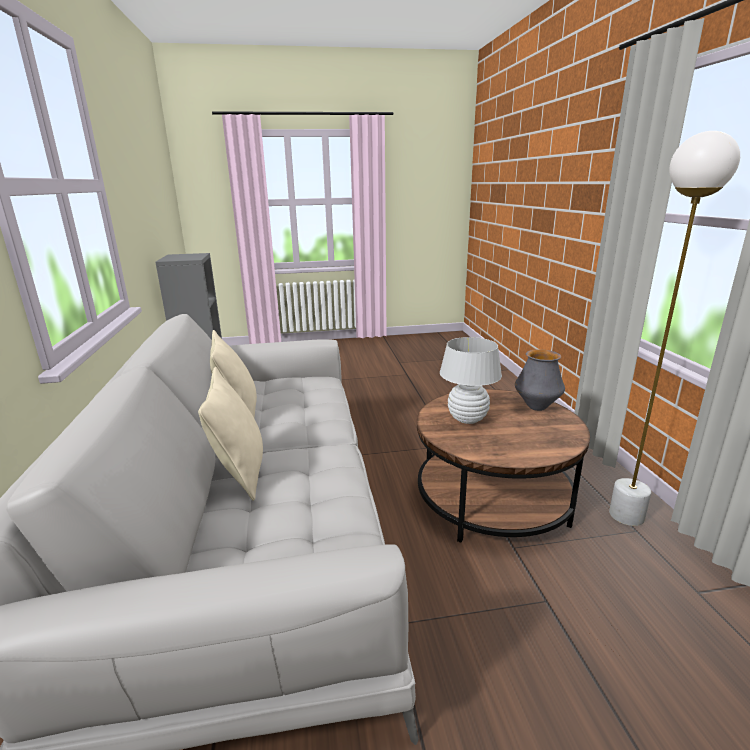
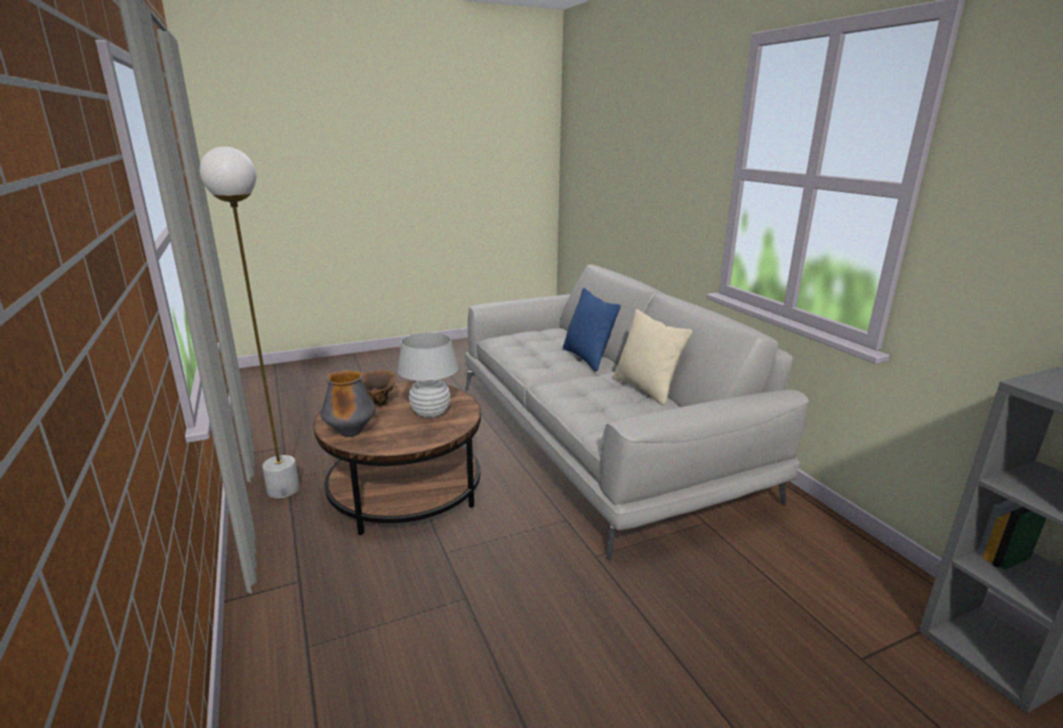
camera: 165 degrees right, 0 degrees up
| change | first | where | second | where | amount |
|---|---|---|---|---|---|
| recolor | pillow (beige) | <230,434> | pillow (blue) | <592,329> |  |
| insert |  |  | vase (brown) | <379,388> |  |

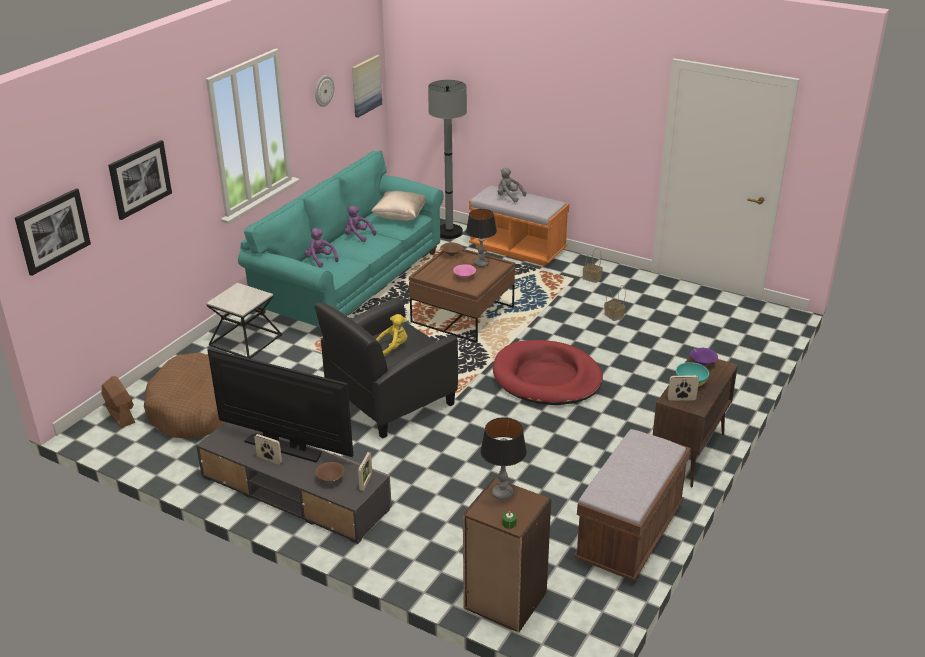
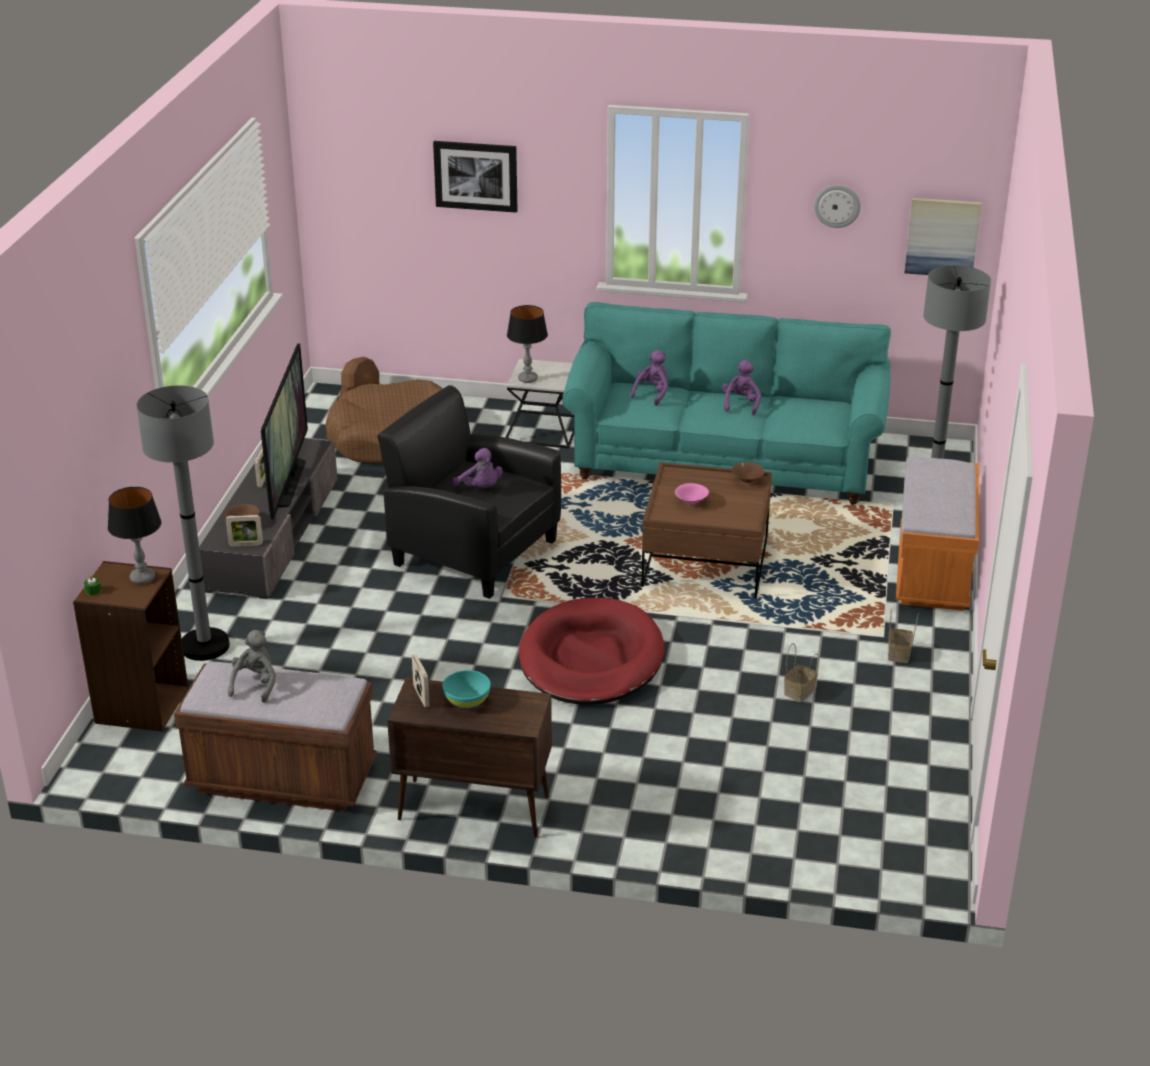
camera: 70 degrees right, 0 degrees up
| change | first | where | second | where | amount |
|---|---|---|---|---|---|
| delete | picture | <53,232> |  |  |  |
| delete | pillow (beige) | <398,206> |  |  |  |
| recolor | plush toy (yellow) | <391,335> | plush toy (purple) | <478,468> |  |
| move | table lamp | <481,238> |  | <527,344> |  |
| move | plush toy (grey) | <512,185> |  | <252,666> |  |
| delete | bowl (purple) | <704,356> |  |  |  |
| insert |  |  | floor lamp (grey) | <183,523> |  |

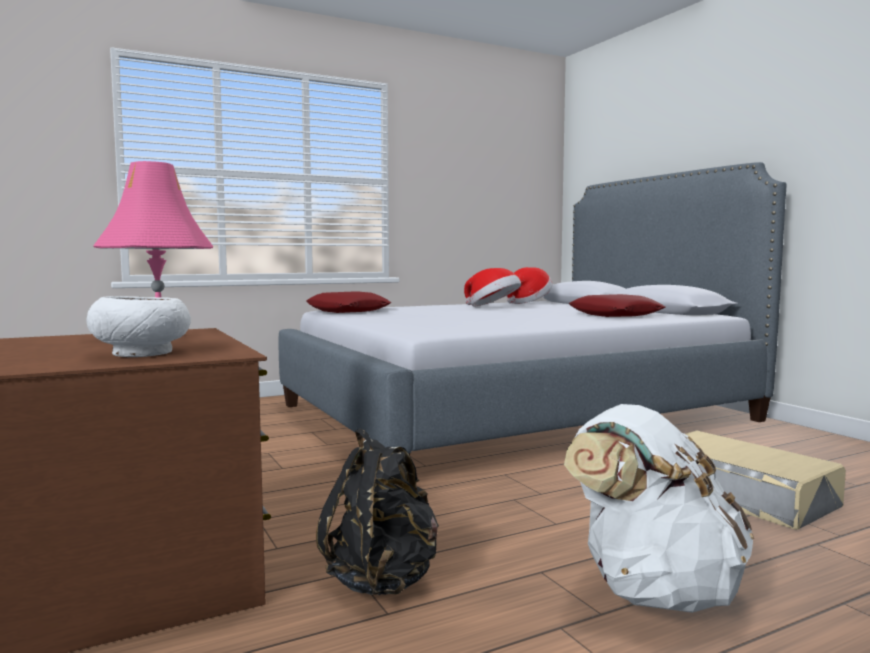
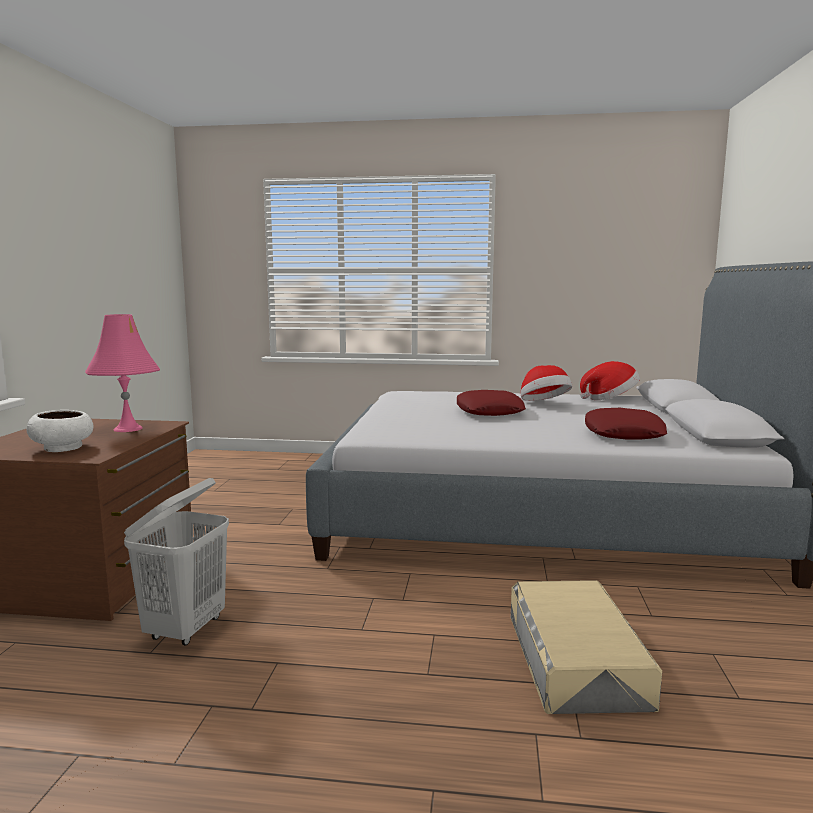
camera: 35 degrees right, 5 degrees up
| change | first | where | second | where | amount |
|---|---|---|---|---|---|
| move | pillow (red) | <348,302> |  | <491,403> |  |
| replace | backpack (black) | <377,511> | laundry basket (white) | <176,562> |  |
| delete | backpack (white) | <659,508> |  |  |  |

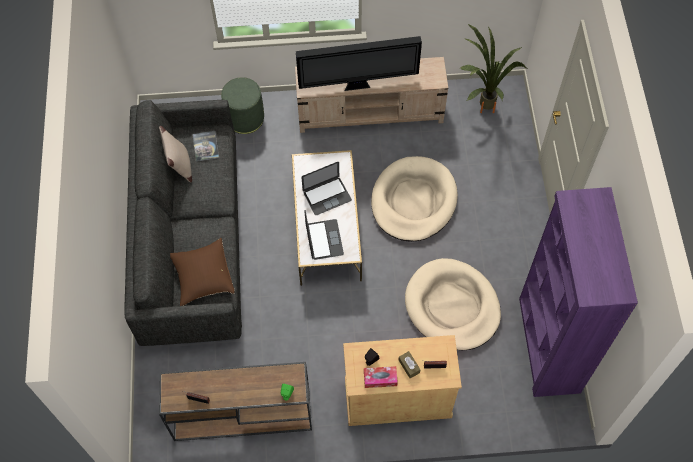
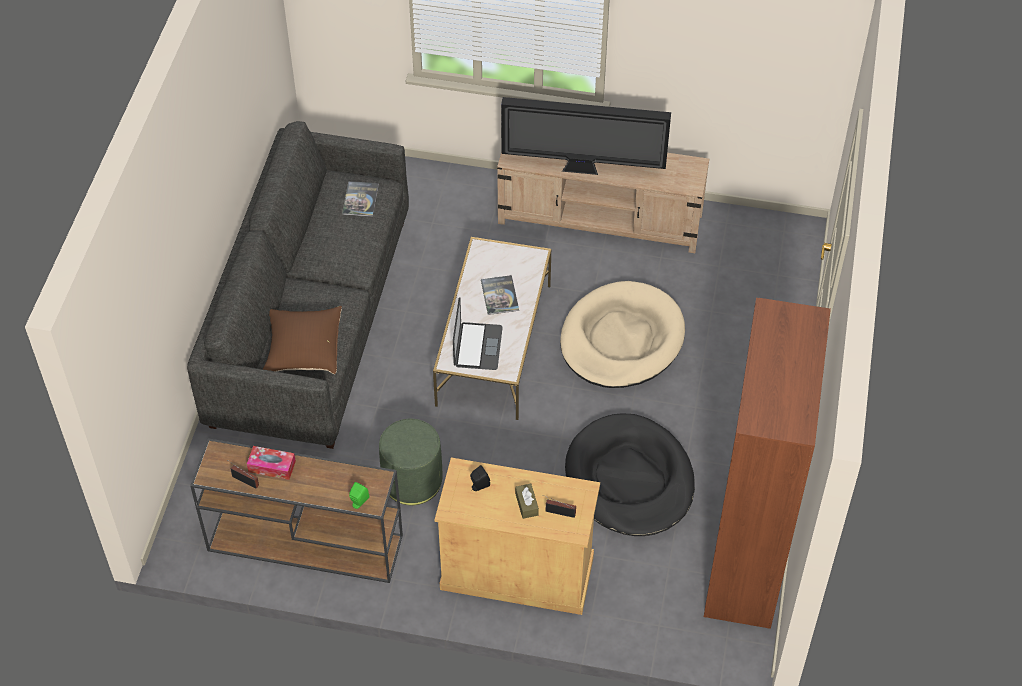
camera: 15 degrees right, 10 degrees down
| change | first | where | second | where | amount |
|---|---|---|---|---|---|
| delete | pillow (beige) | <175,154> |  |  |  |
| move | ottoman (green) | <242,105> |  | <410,462> |  |
| replace | laptop | <326,188> | book | <500,295> |  |
| move | tissue box | <381,377> |  | <271,463> |  |
| recolor | dog bed (beige) | <453,304> | dog bed (black) | <630,474> |  |
| delete | potted plant | <493,69> |  |  |  |
| recolor | bookcase (purple) | <578,292> | bookcase (brown) | <767,463> |  |

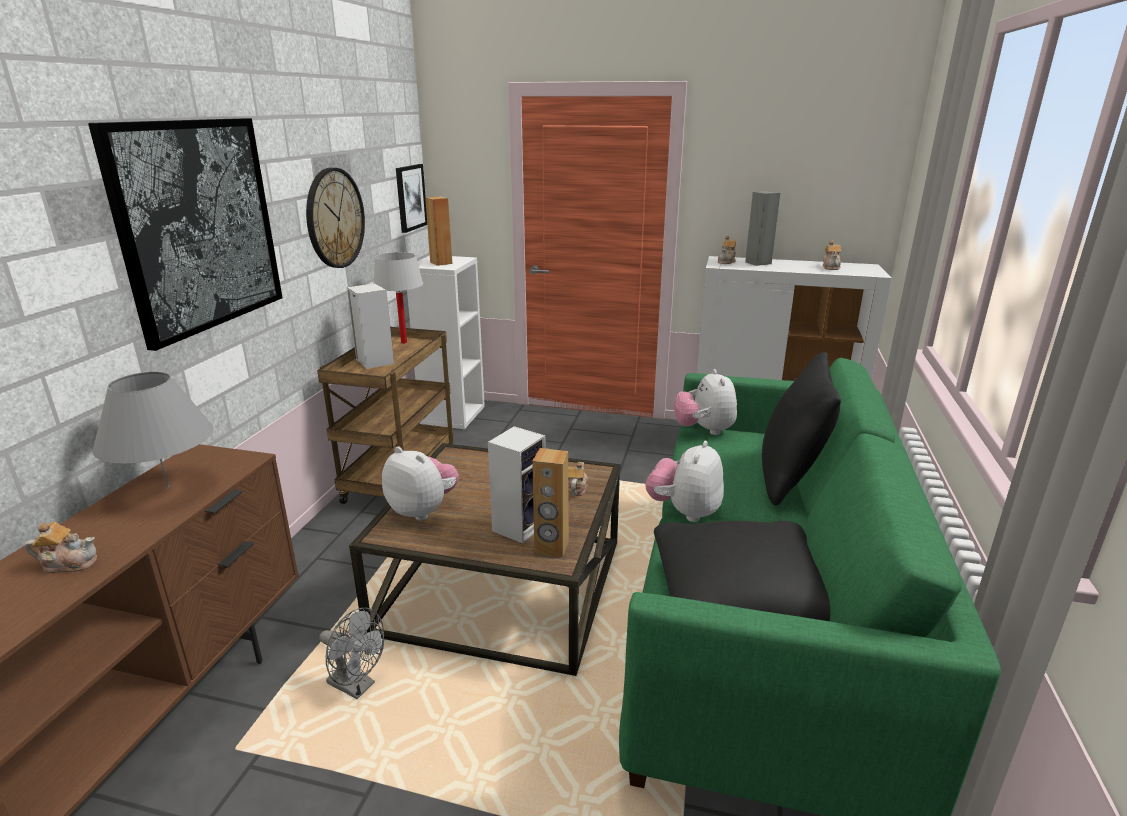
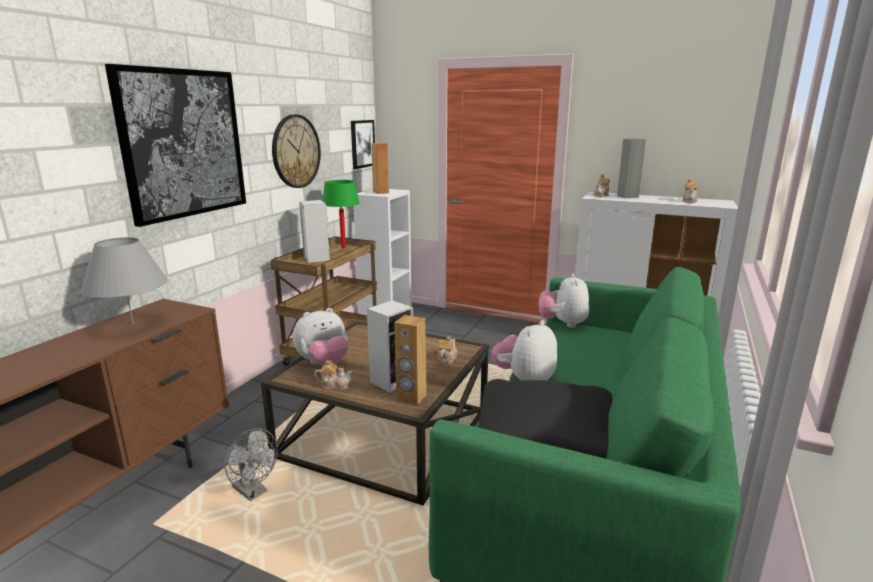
camera: 10 degrees right, 5 degrees down
| change | first | where | second | where | amount |
|---|---|---|---|---|---|
| move | teapot | <61,547> |  | <333,375> |  |
| recolor | table lamp (white) | <398,298> | table lamp (green) | <341,214> |  |
| rotate | plush toy | <420,483> |  | <320,337> | 105 degrees clockwise |
| delete | pillow (black) | <801,429> |  |  |  |

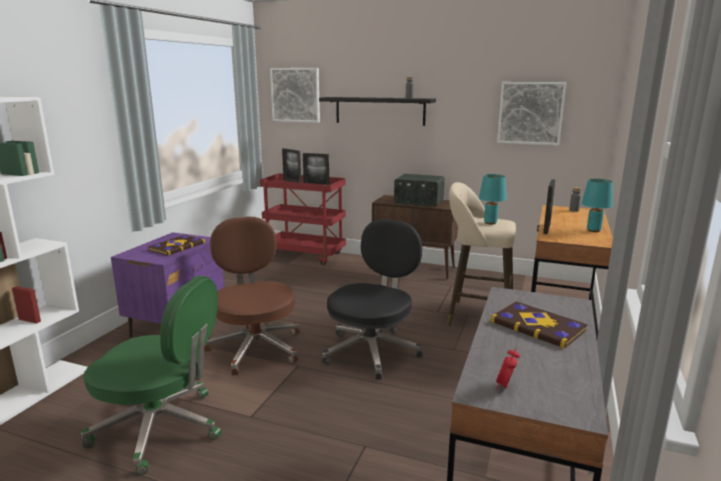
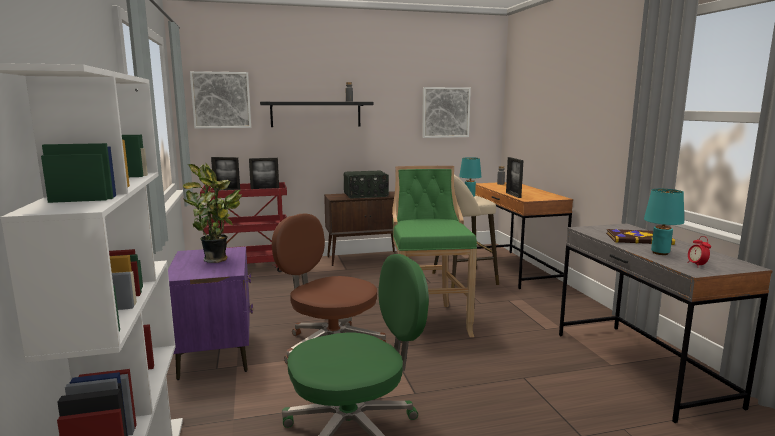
camera: 35 degrees left, 5 degrees down
| change | first | where | second | where | amount |
|---|---|---|---|---|---|
| replace | book | <176,245> | potted plant | <212,212> |  |
| replace | office chair (black) | <372,299> | stool (green) | <434,251> |  |
| move | table lamp (turquoise) | <597,205> |  | <664,222> |  |

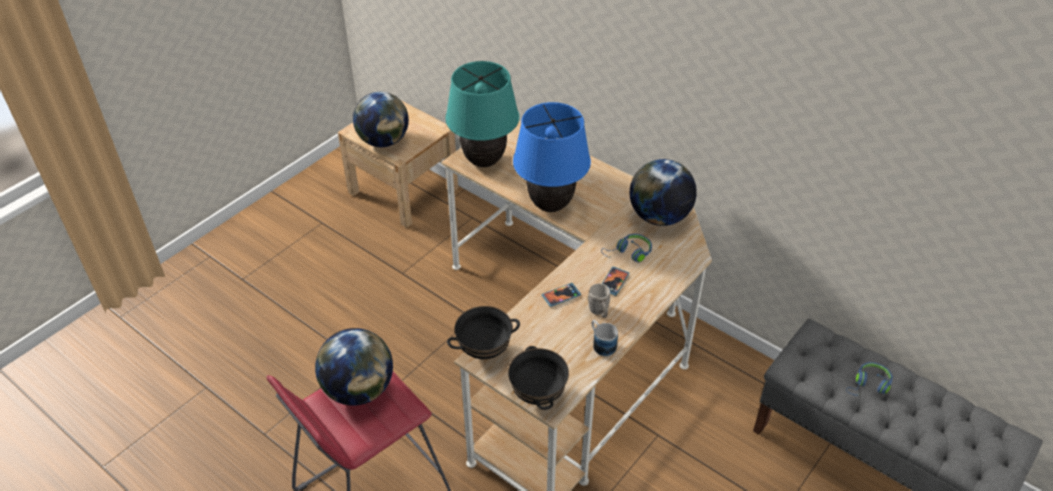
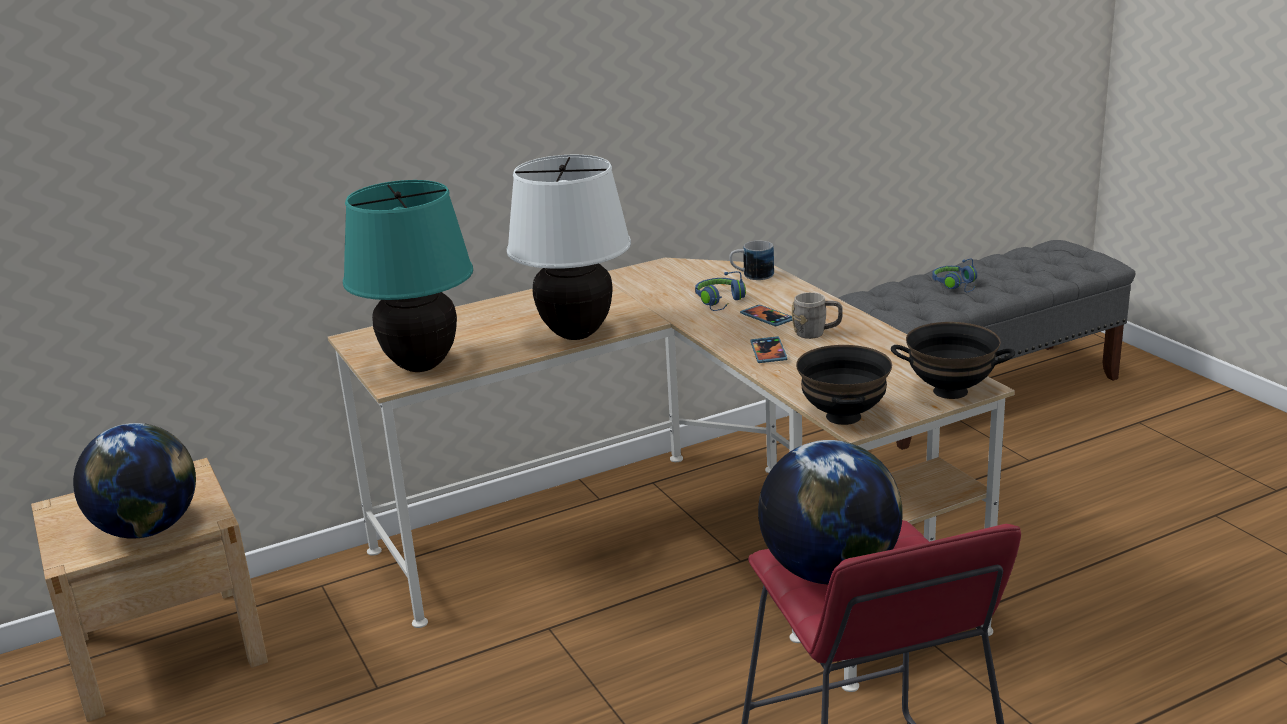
camera: 65 degrees left, 20 degrees down
| change | first | where | second | where | amount |
|---|---|---|---|---|---|
| recolor | table lamp (blue) | <552,157> | table lamp (white) | <569,247> |  |
| move | mug | <605,338> |  | <751,260> |  |
| delete | globe | <663,192> |  |  |  |

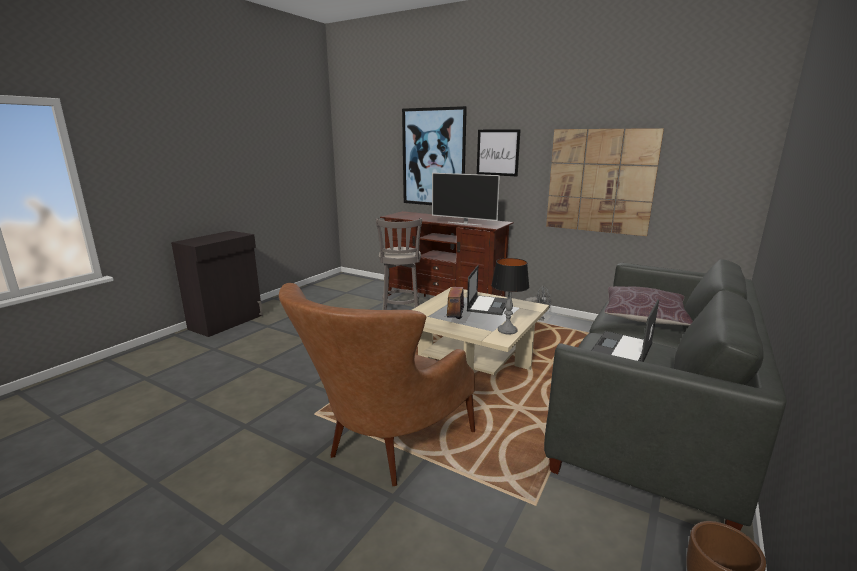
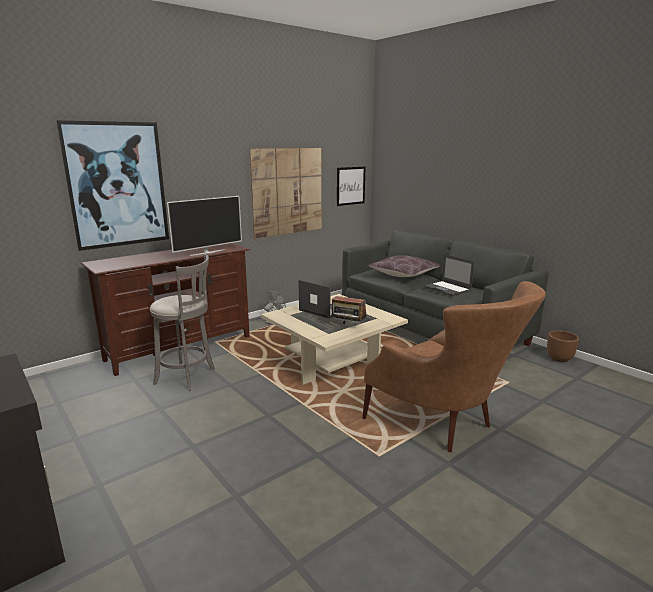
camera: 70 degrees left, 0 degrees up
| change | first | where | second | where | amount |
|---|---|---|---|---|---|
| move | picture | <499,152> |  | <351,186> |  |
| delete | table lamp | <510,296> |  |  |  |

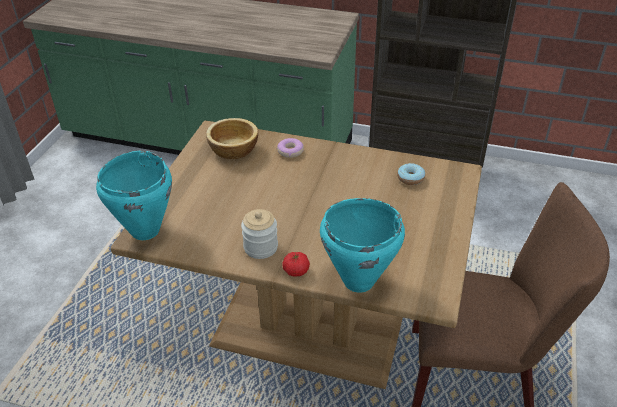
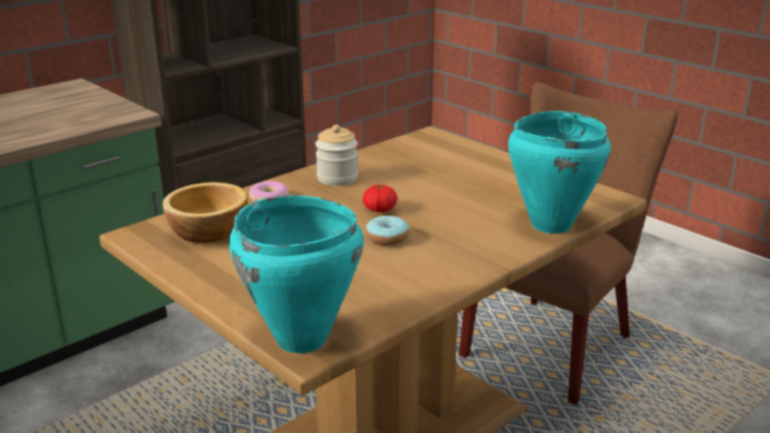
camera: 60 degrees left, 15 degrees down
| change | first | where | second | where | amount |
|---|---|---|---|---|---|
| move | jar | <259,234> |  | <336,155> |  |
| move | tomato | <296,264> |  | <380,198> |  |
| move | donut | <411,174> |  | <387,231> |  |

